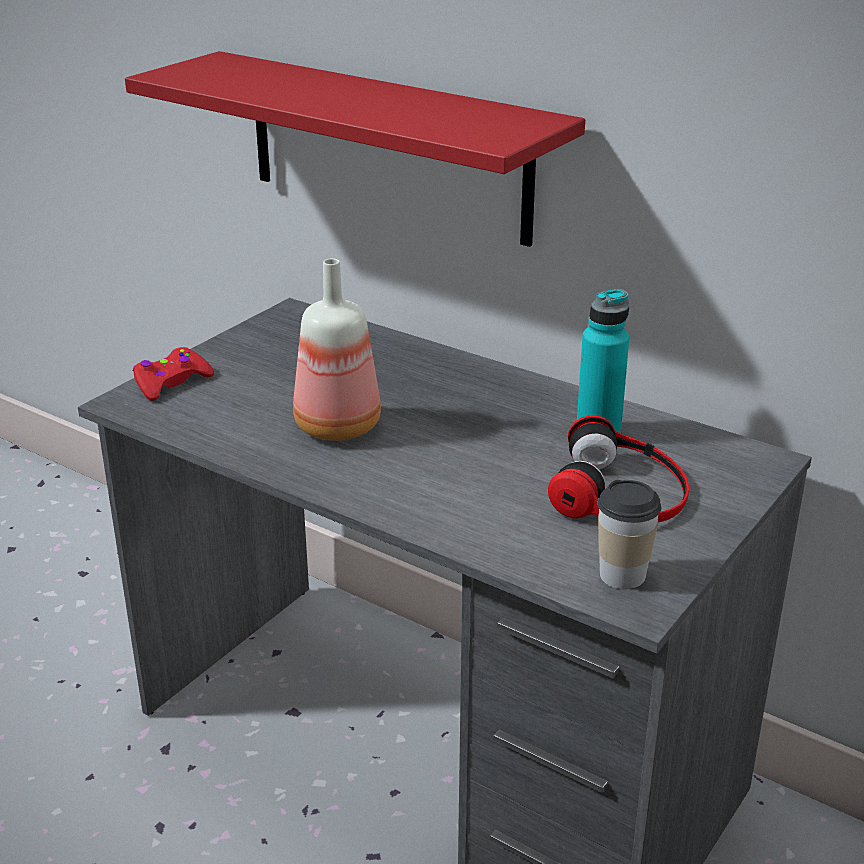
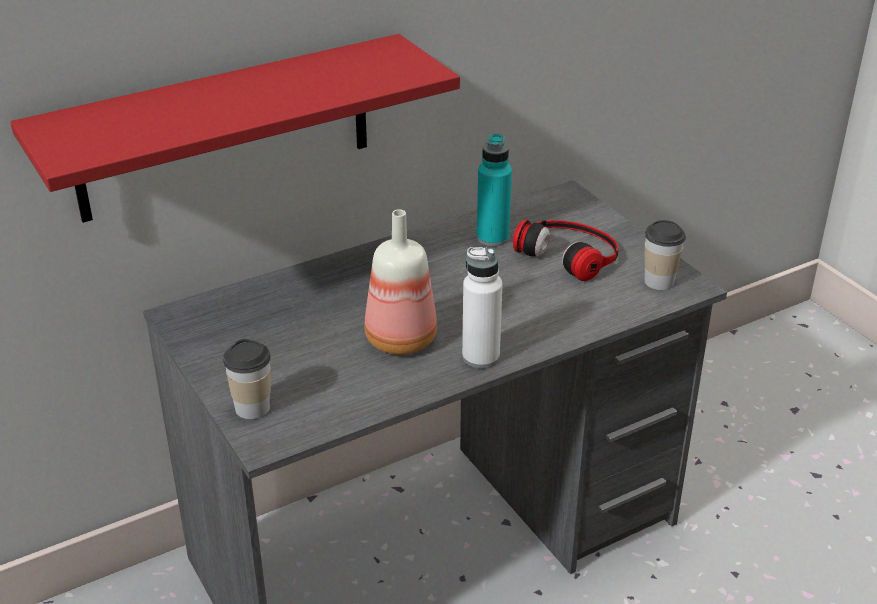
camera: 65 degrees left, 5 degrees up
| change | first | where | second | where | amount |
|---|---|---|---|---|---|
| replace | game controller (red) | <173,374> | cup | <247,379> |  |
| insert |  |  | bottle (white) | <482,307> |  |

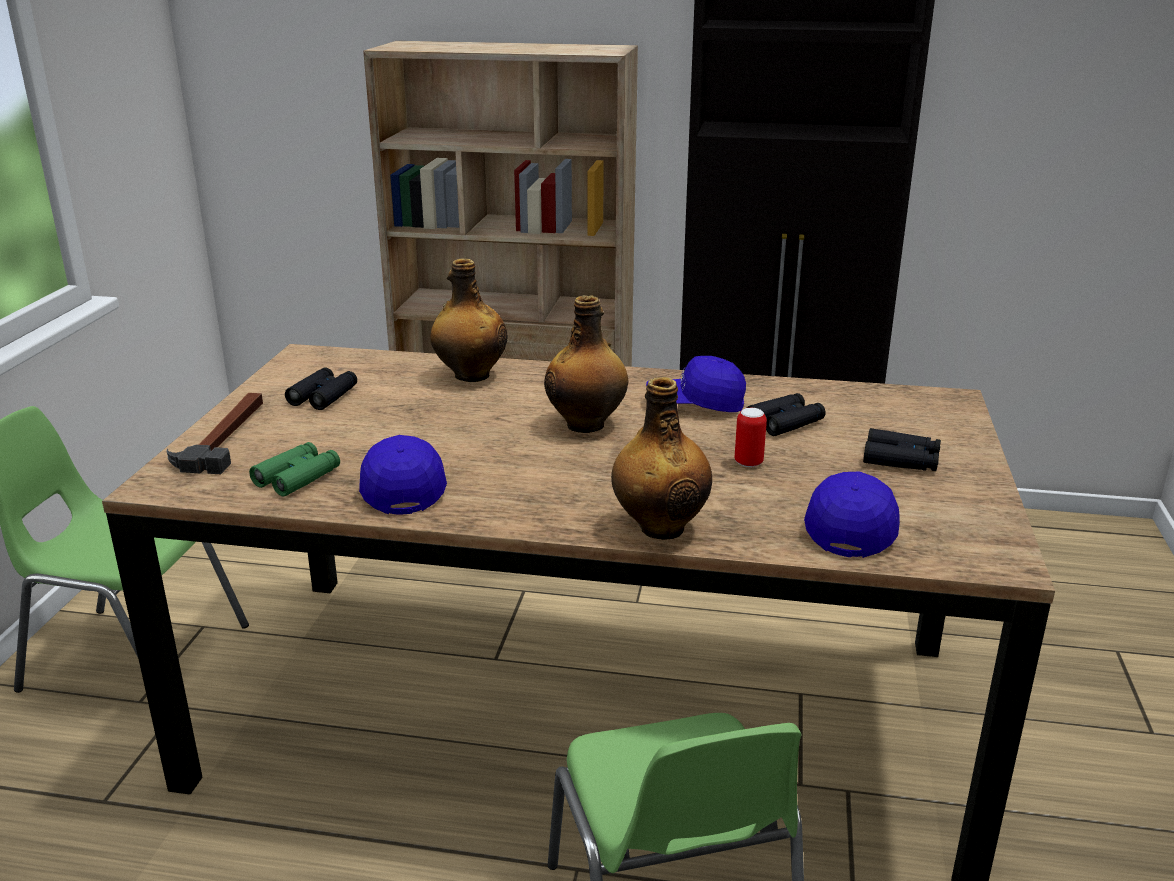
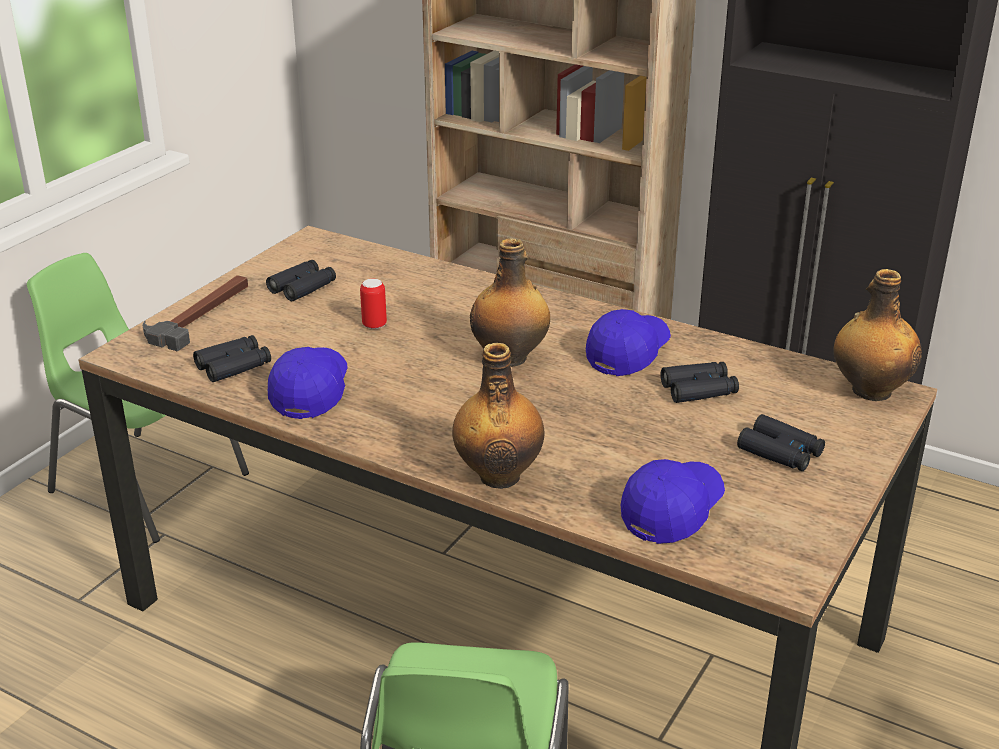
camera: 20 degrees right, 5 degrees up
| change | first | where | second | where | amount |
|---|---|---|---|---|---|
| recolor | binoculars (green) | <294,469> | binoculars (black) | <232,358> |  |
| move | bottle | <469,320> |  | <878,335> |  |
| rotate | cap (blue) | <696,384> |  | <628,342> | 105 degrees clockwise |
| move | can | <750,437> |  | <373,304> |  |

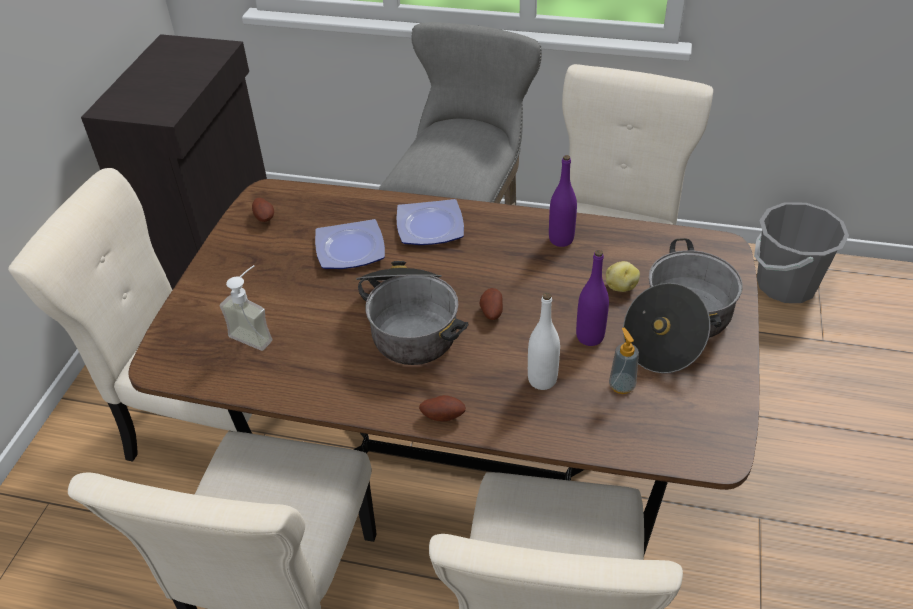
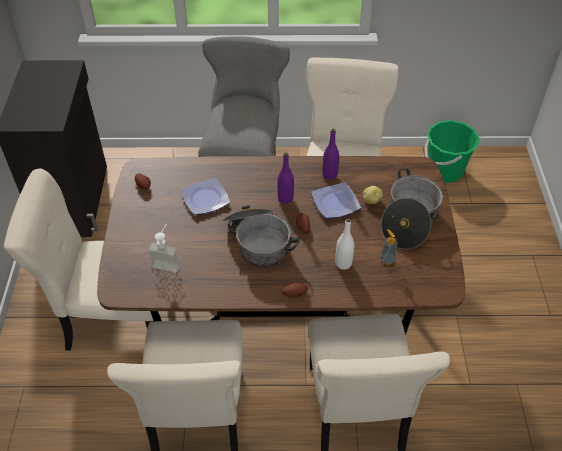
camera: 15 degrees left, 5 degrees up
| change | first | where | second | where | amount |
|---|---|---|---|---|---|
| move | plate | <430,222> |  | <336,200> |  |
| move | bottle (purple) | <592,298> |  | <285,178> |  |
| recolor | bucket (grey) | <801,252> | bucket (green) | <452,151> |  |

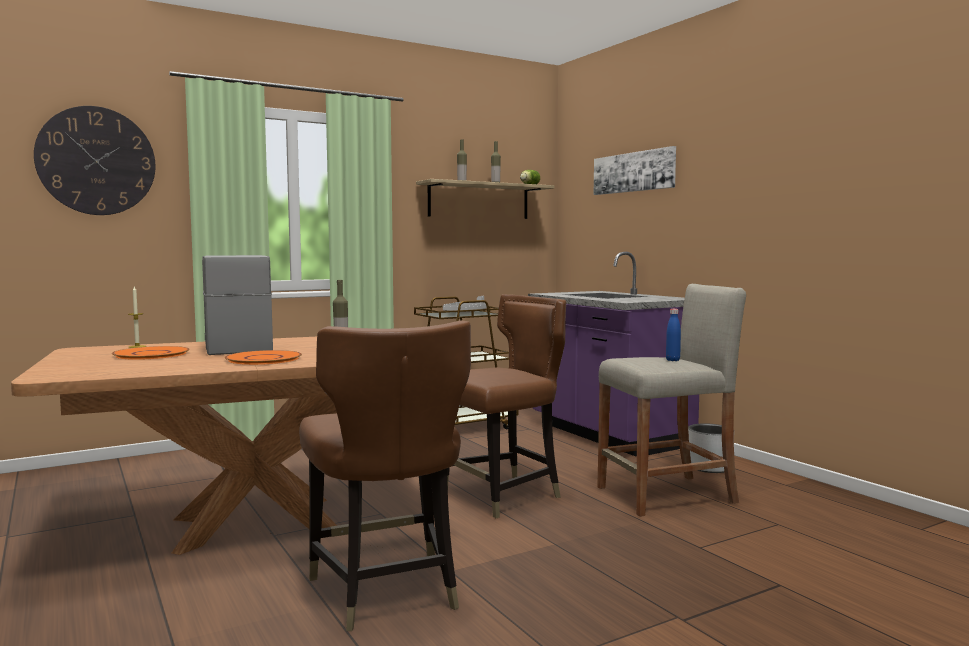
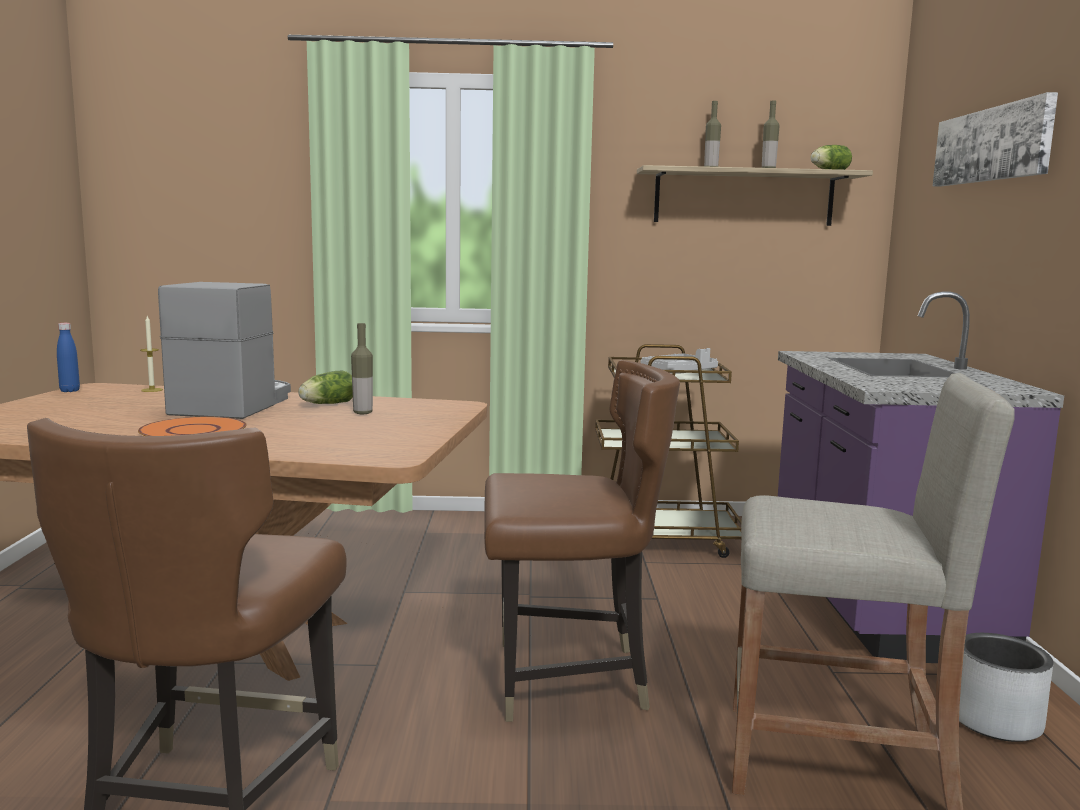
camera: 30 degrees right, 5 degrees up
| change | first | where | second | where | amount |
|---|---|---|---|---|---|
| delete | wall clock | <95,160> |  |  |  |
| delete | plate (orange) | <151,353> |  |  |  |
| move | bottle (blue) | <673,335> |  | <68,357> |  |
| insert |  |  | lettuce | <325,387> |  |

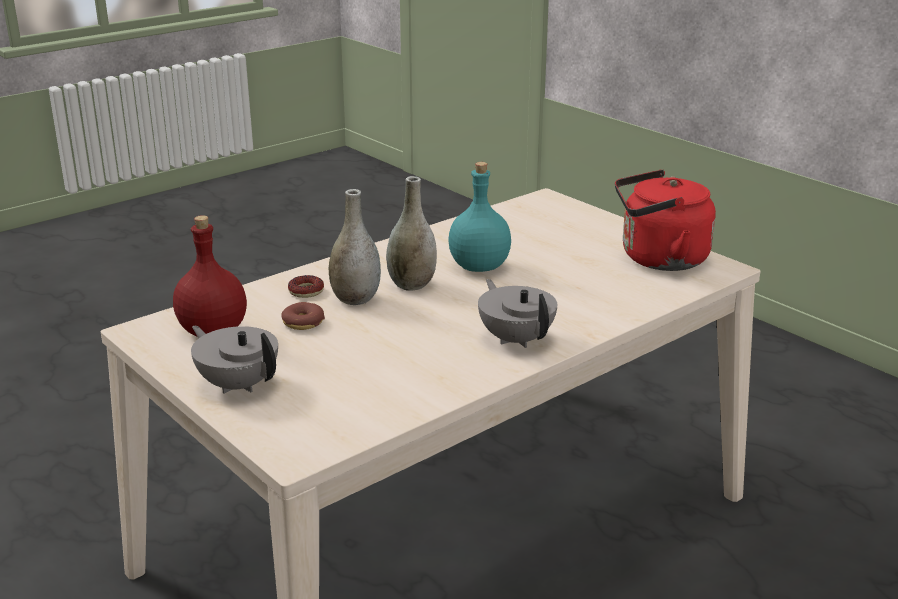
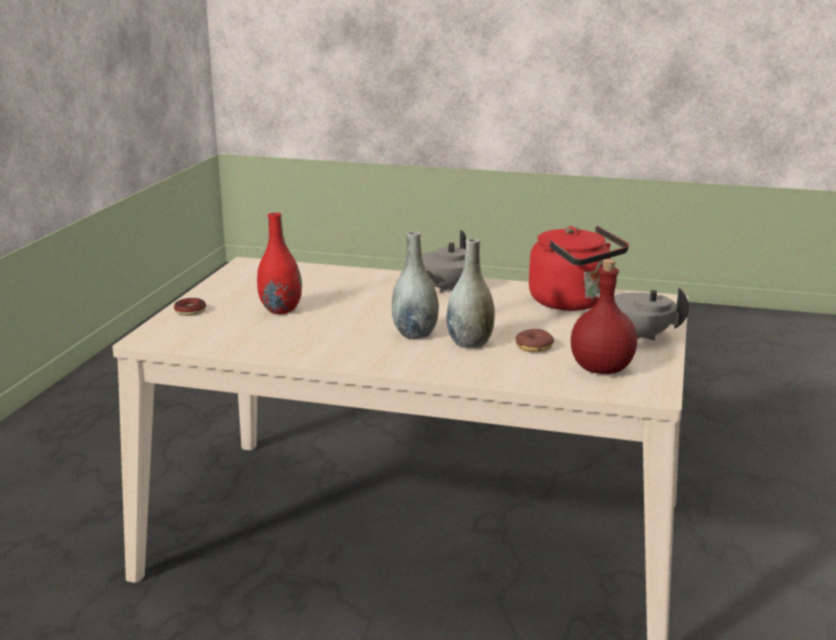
camera: 125 degrees left, 5 degrees down
| change | first | where | second | where | amount |
|---|---|---|---|---|---|
| rotate | teapot (grey) | <234,360> |  | <642,314> | 120 degrees clockwise |
| move | donut | <306,286> |  | <190,307> |  |
| delete | bottle (turquoise) | <480,217> |  |  |  |
| move | kettle (red) | <665,220> |  | <579,268> |  |
| insert |  |  | vase (red) | <279,263> |  |

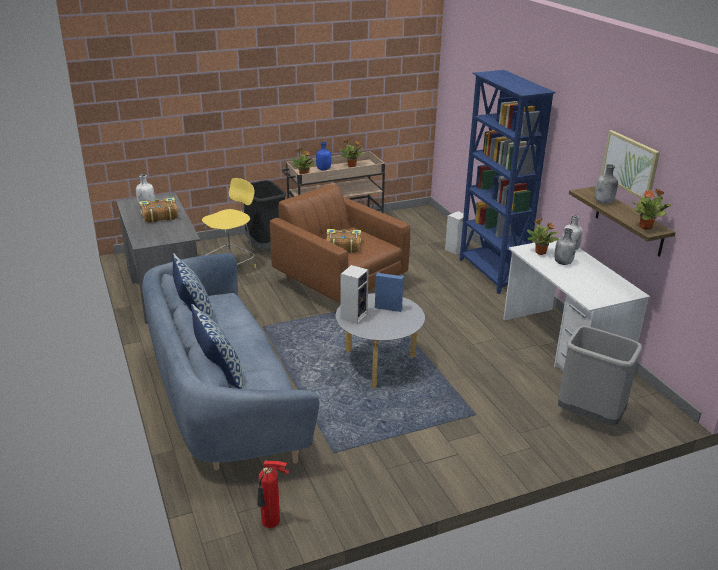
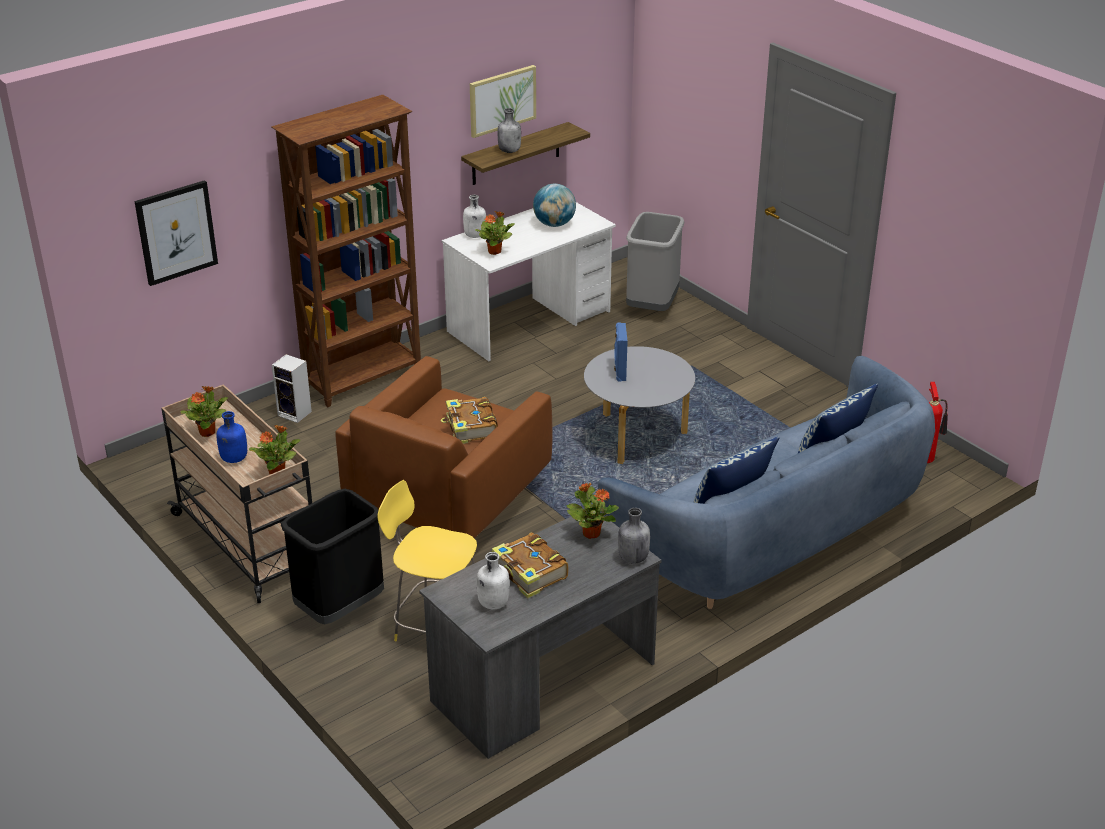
camera: 105 degrees left, 5 degrees up
| change | first | where | second | where | amount |
|---|---|---|---|---|---|
| delete | speaker | <354,294> |  |  |  |
| recolor | bookcase (blue) | <508,182> | bookcase (brown) | <346,251> |  |
| move | bottle (grey) | <565,246> |  | <634,536> |  |
| move | potted plant | <652,209> |  | <593,511> |  |
| insert |  |  | picture | <176,233> |  |
| insert |  |  | globe | <554,205> |  |

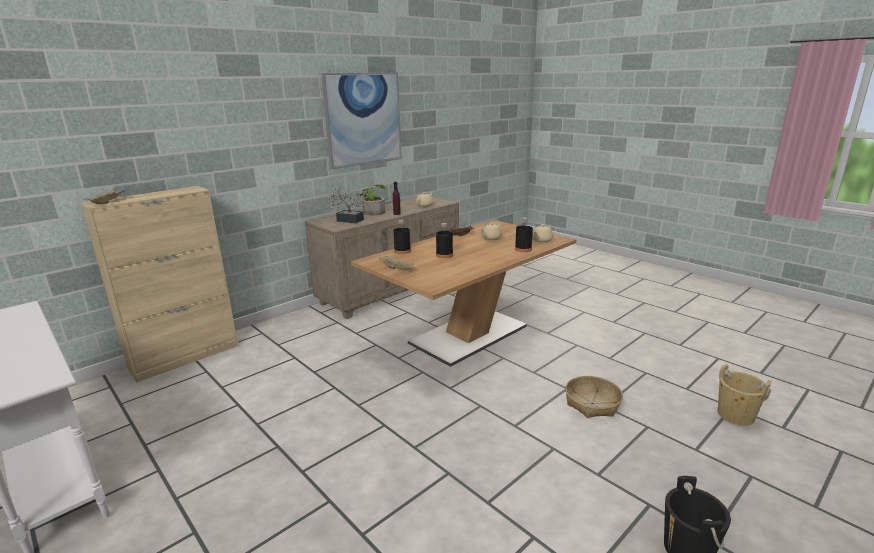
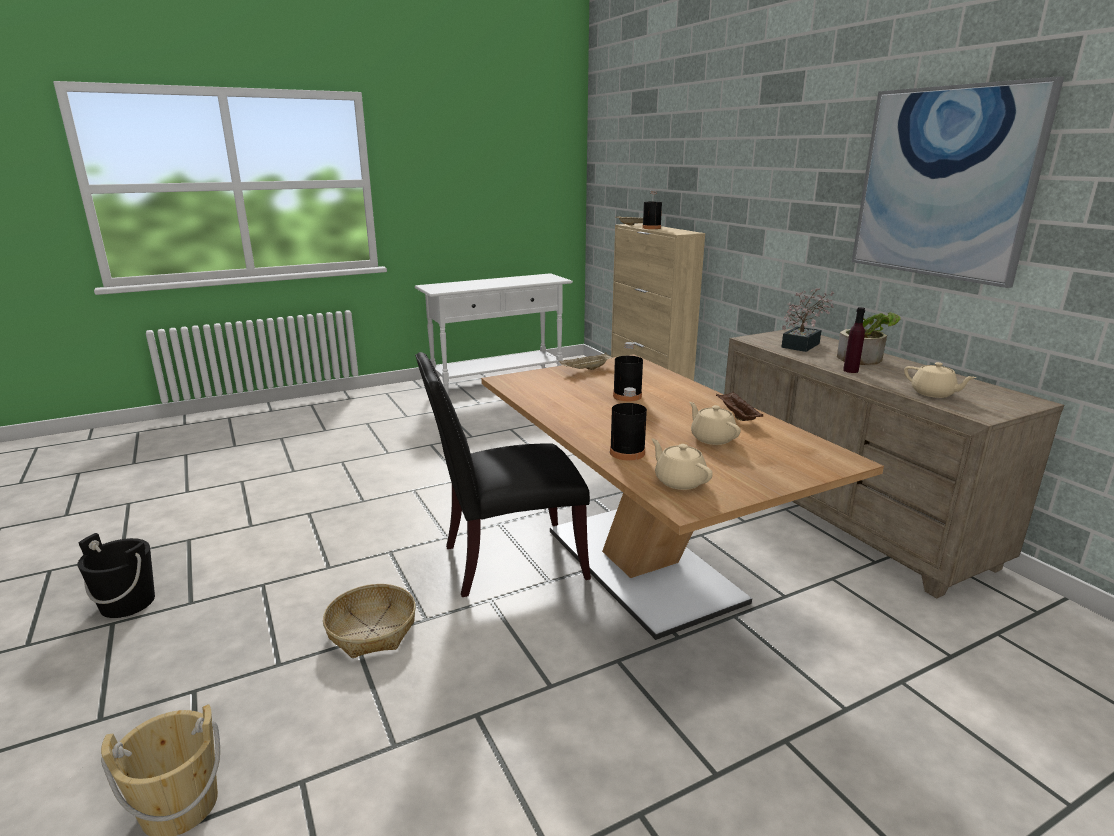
camera: 105 degrees right, 0 degrees up
| change | first | where | second | where | amount |
|---|---|---|---|---|---|
| move | bottle (black) | <402,237> |  | <652,210> |  |
| insert |  |  | chair (black) | <503,474> |  |

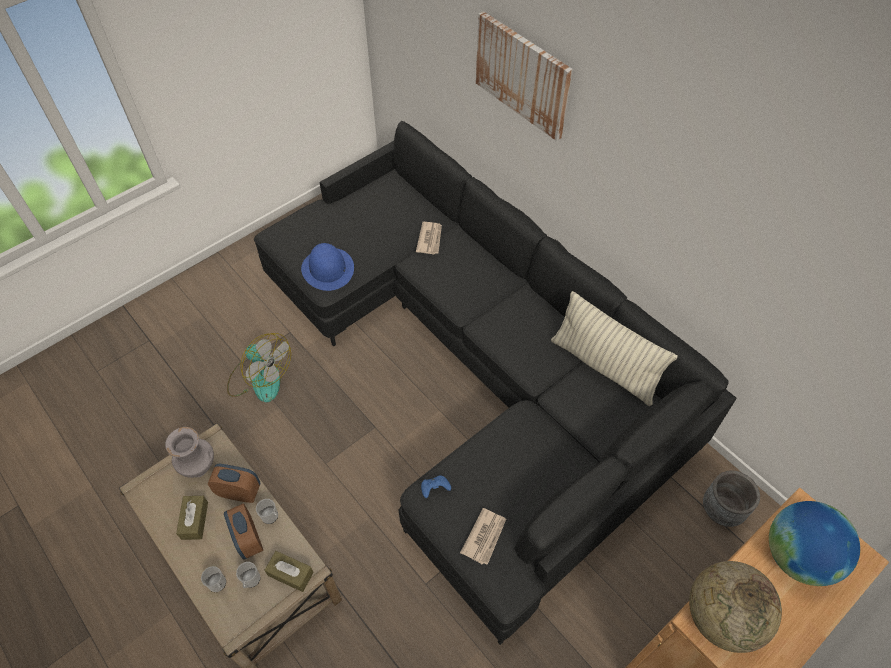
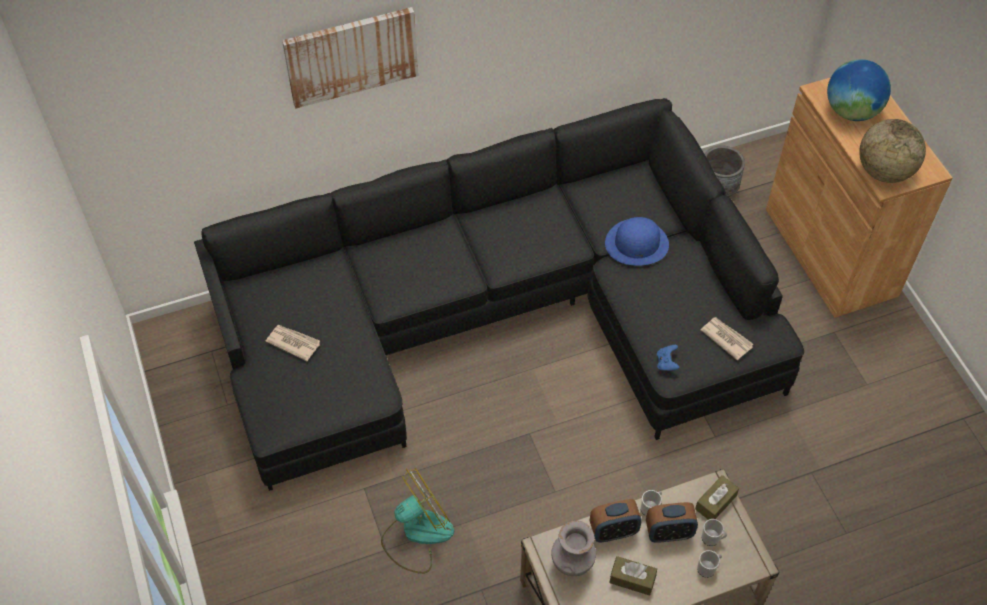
camera: 70 degrees left, 0 degrees up
| change | first | where | second | where | amount |
|---|---|---|---|---|---|
| rotate | alarm clock | <234,483> |  | <616,521> | 135 degrees counterclockwise |
| move | hat (blue) | <327,267> |  | <637,241> |  |
| move | newspaper | <429,238> |  | <293,343> |  |
| delete | pillow | <614,348> |  |  |  |

